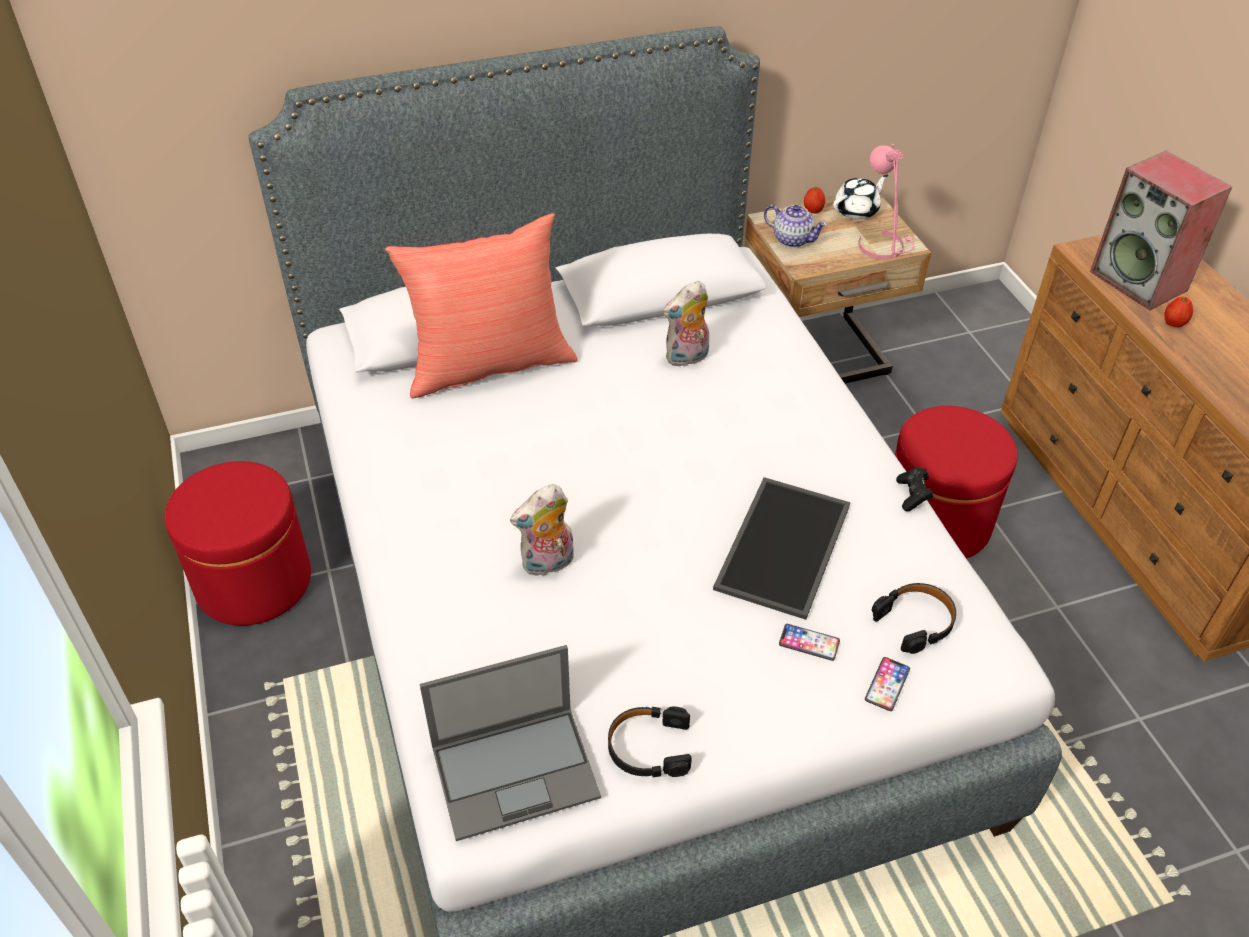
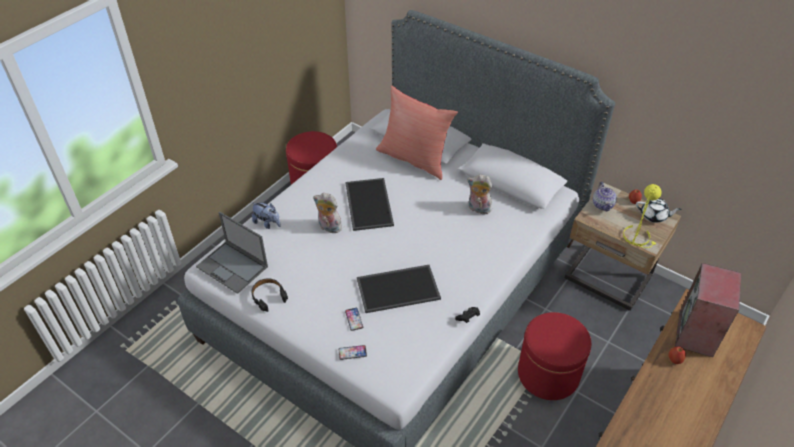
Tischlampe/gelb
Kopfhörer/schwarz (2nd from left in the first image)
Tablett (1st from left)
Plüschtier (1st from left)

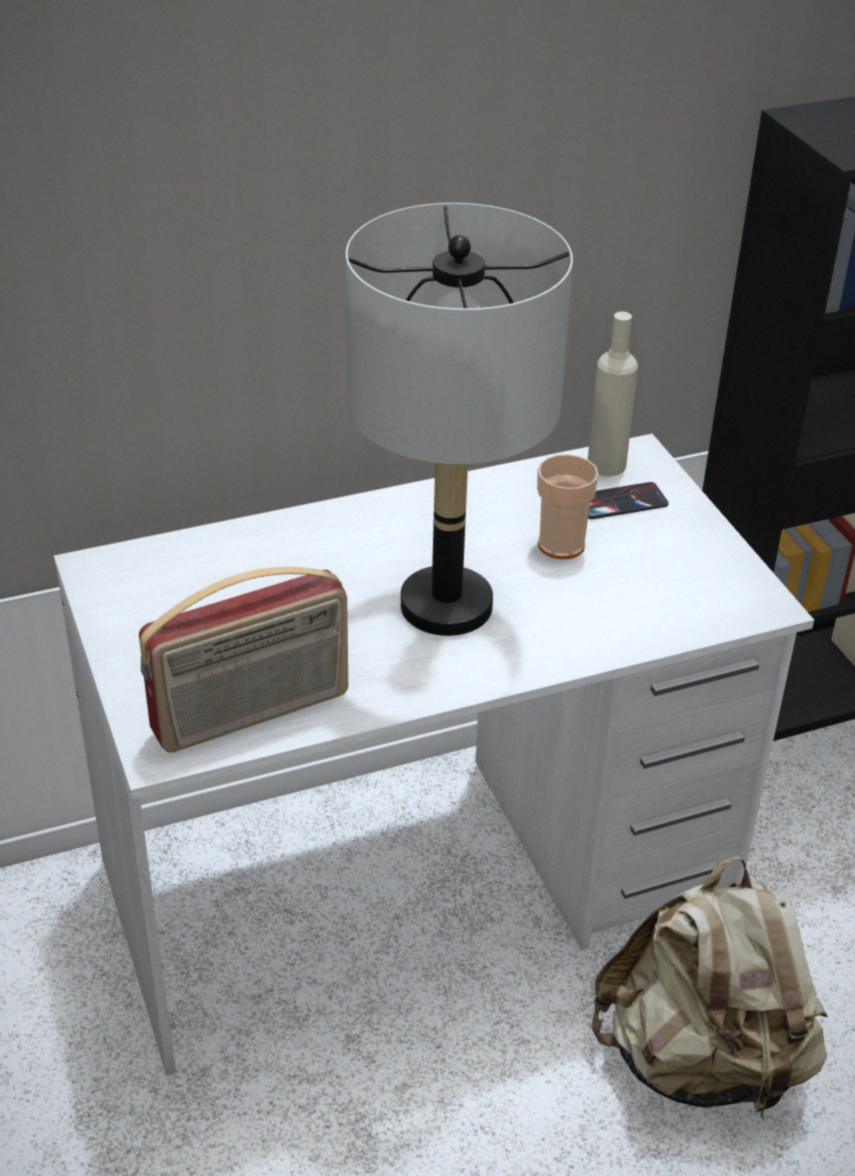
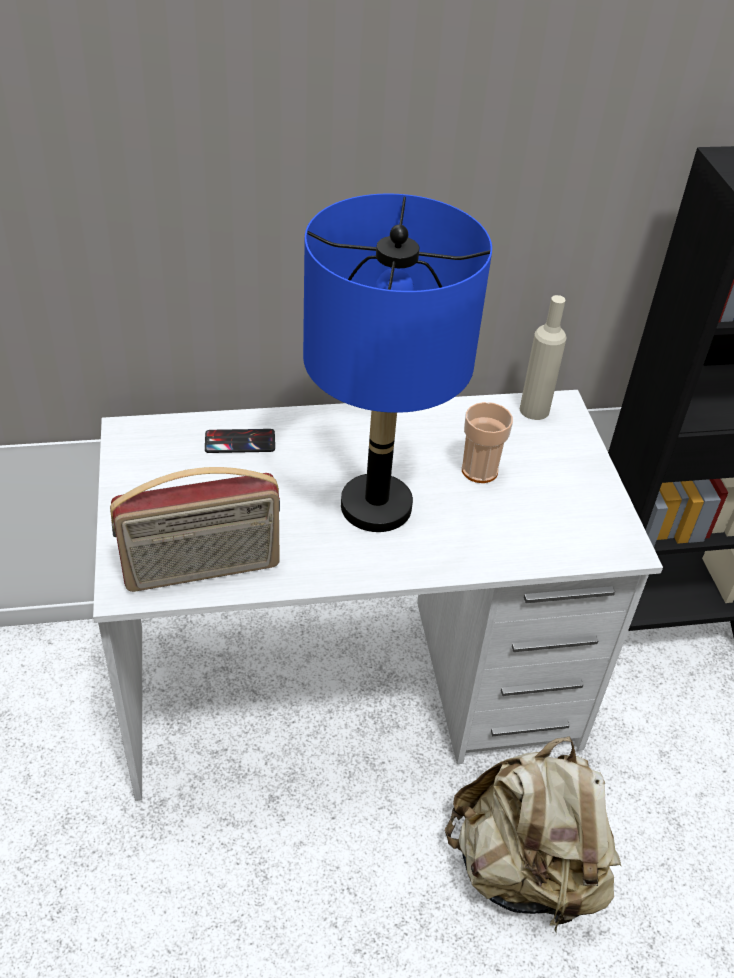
Tischlampe/blau
Handy

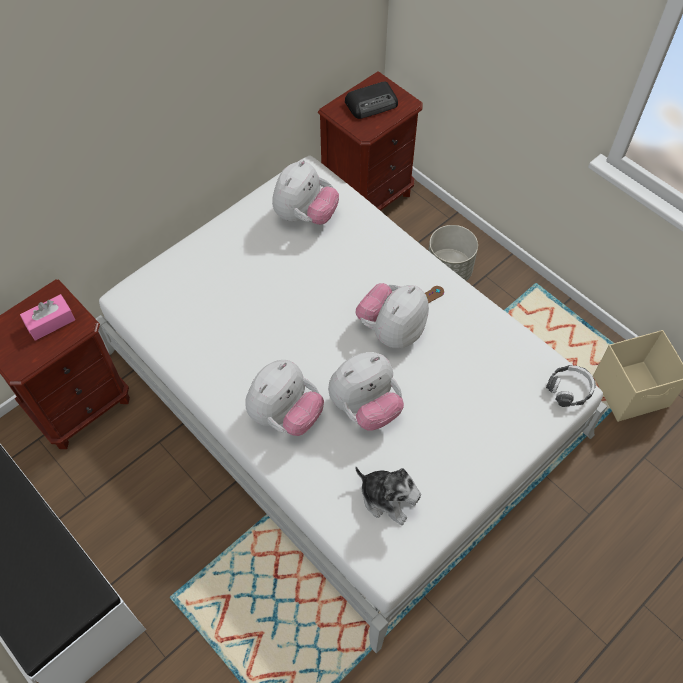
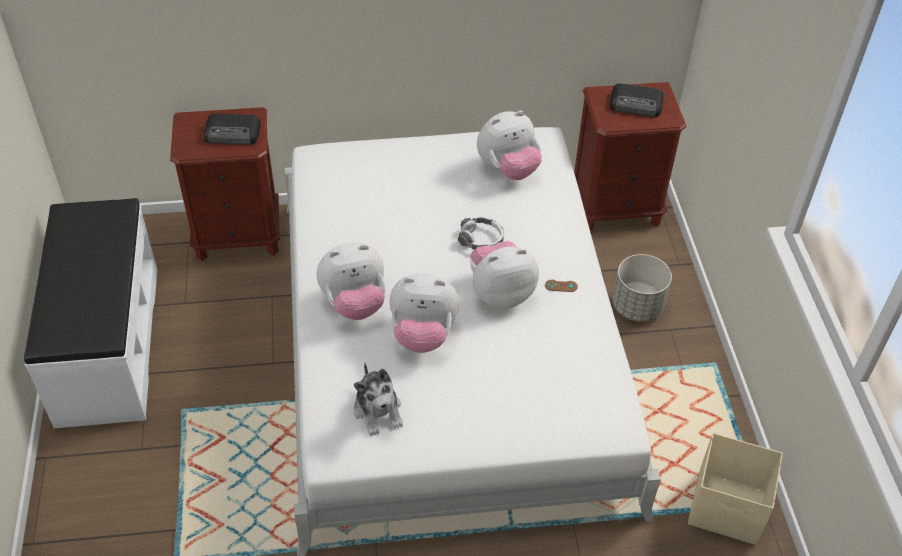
Radio (1st from left)
Kopfhörer

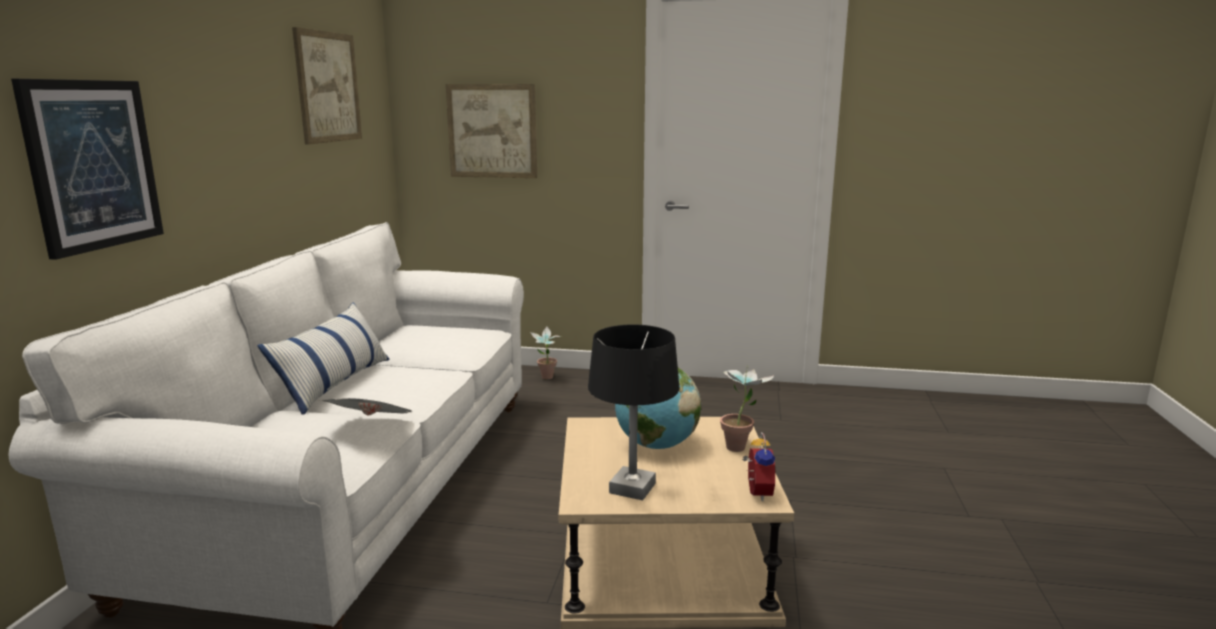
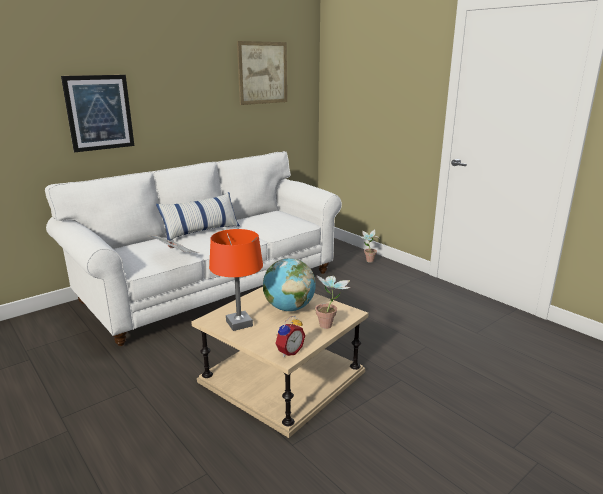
Bild (3rd from left in the first image)
Tischlampe/orange

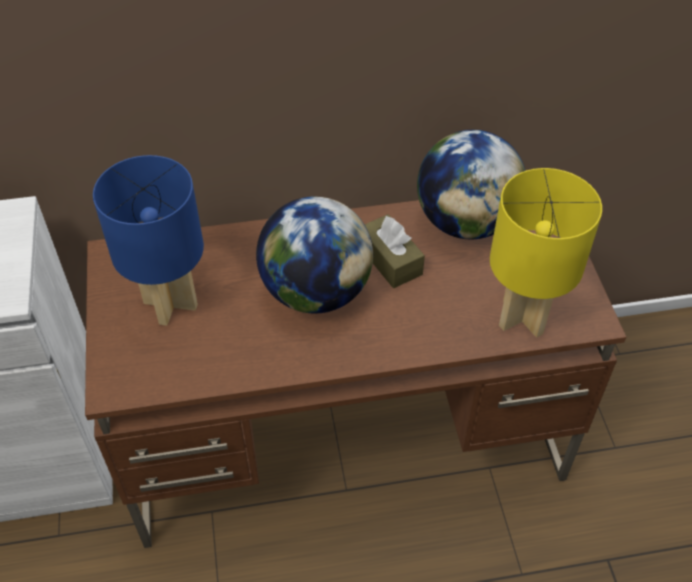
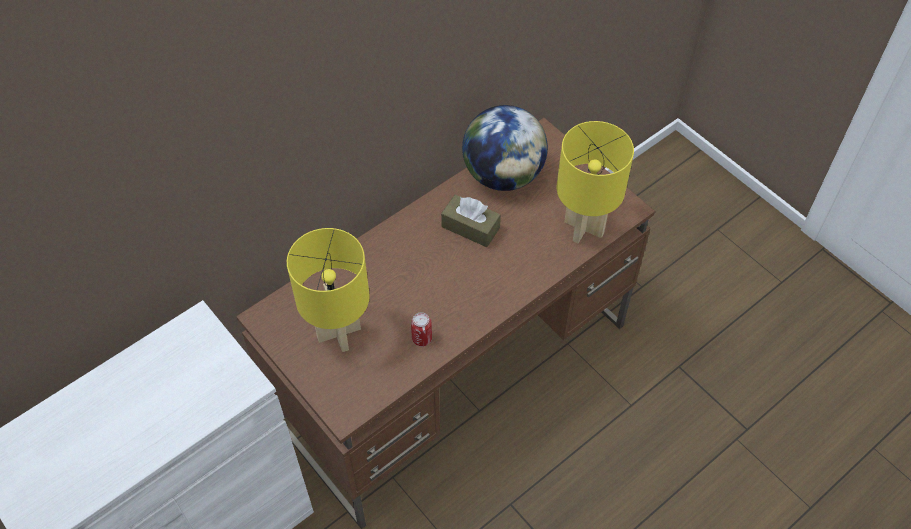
Tischlampe/gelb (1st from left)
Globus (1st from left in the first image)
Dose

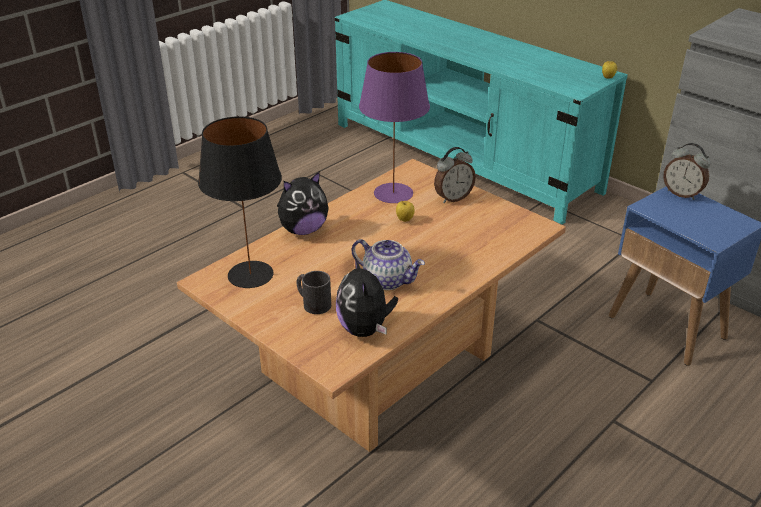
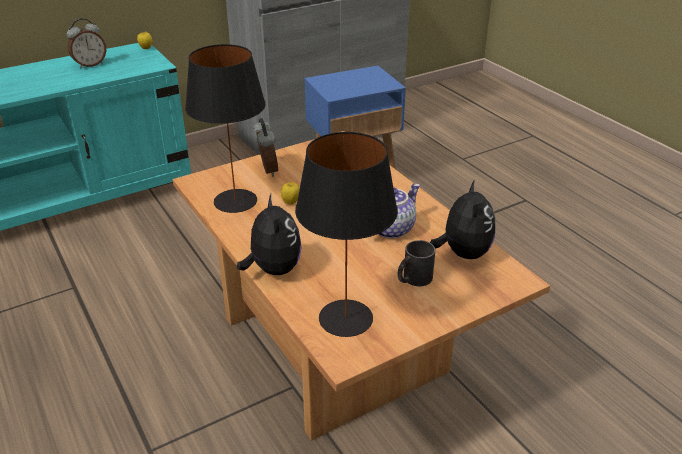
Tischlampe/schwarz (1st from left)
Wecker (1st from left)
Plüschtier (2nd from left)

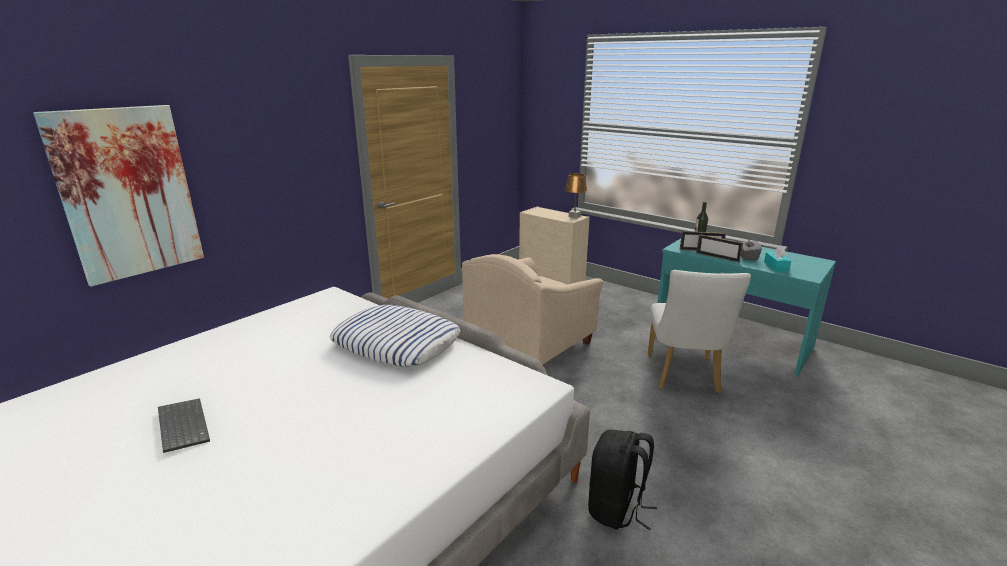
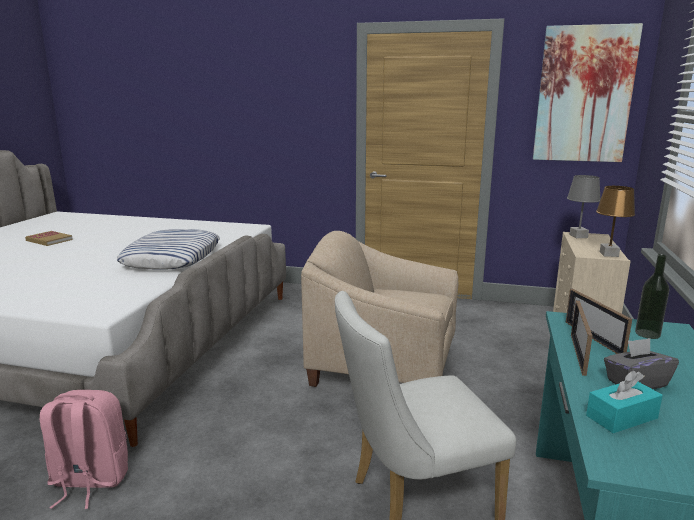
Bild
Buch
Rucksack/rosa
Tischlampe/grau

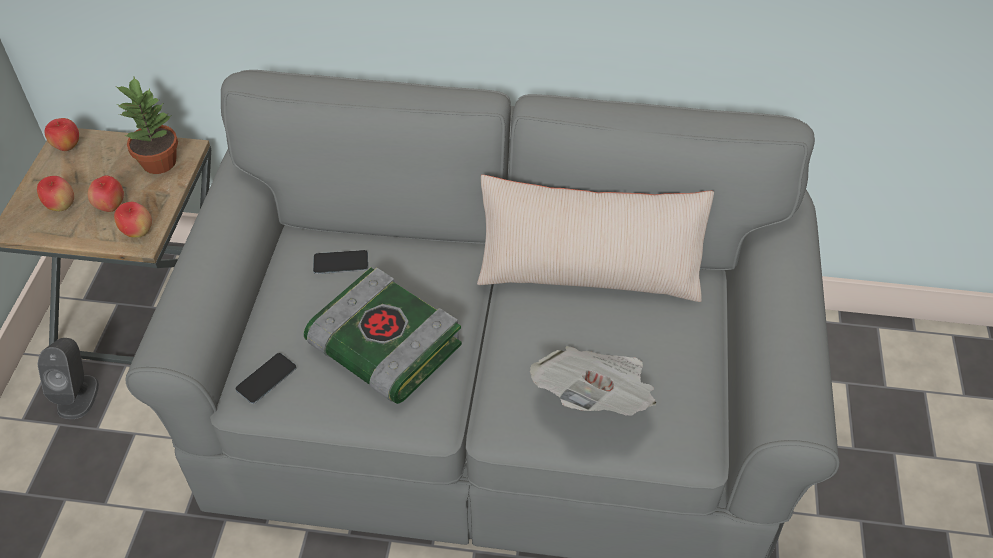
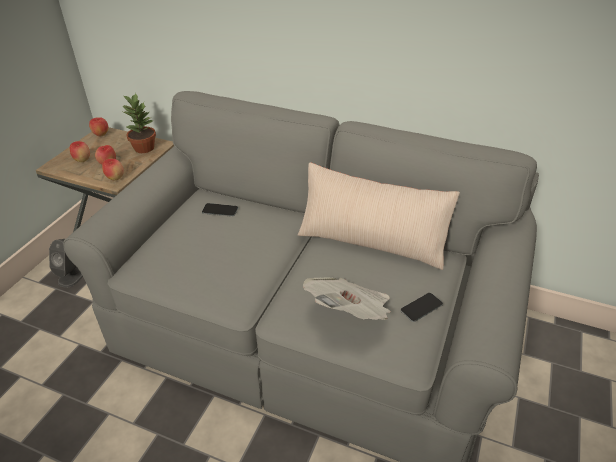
Buch
Handy (2nd from left)

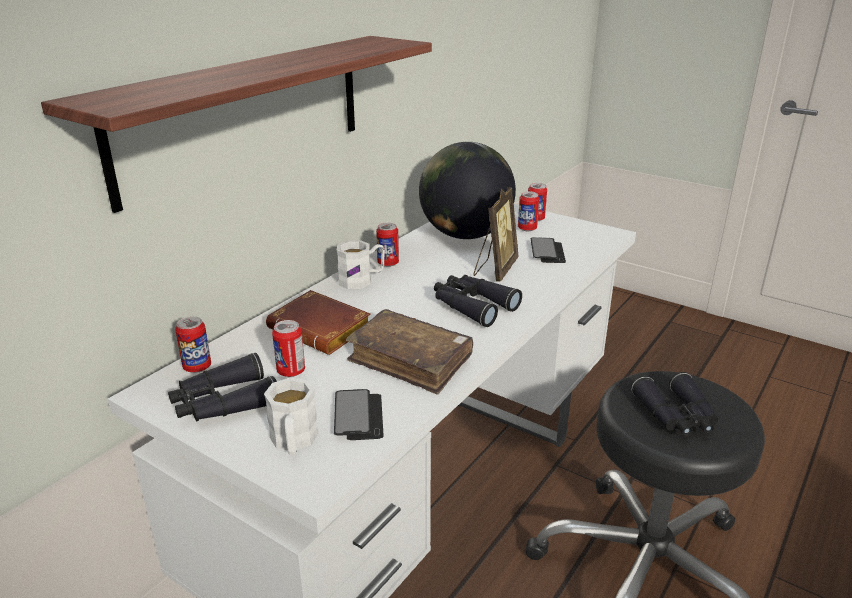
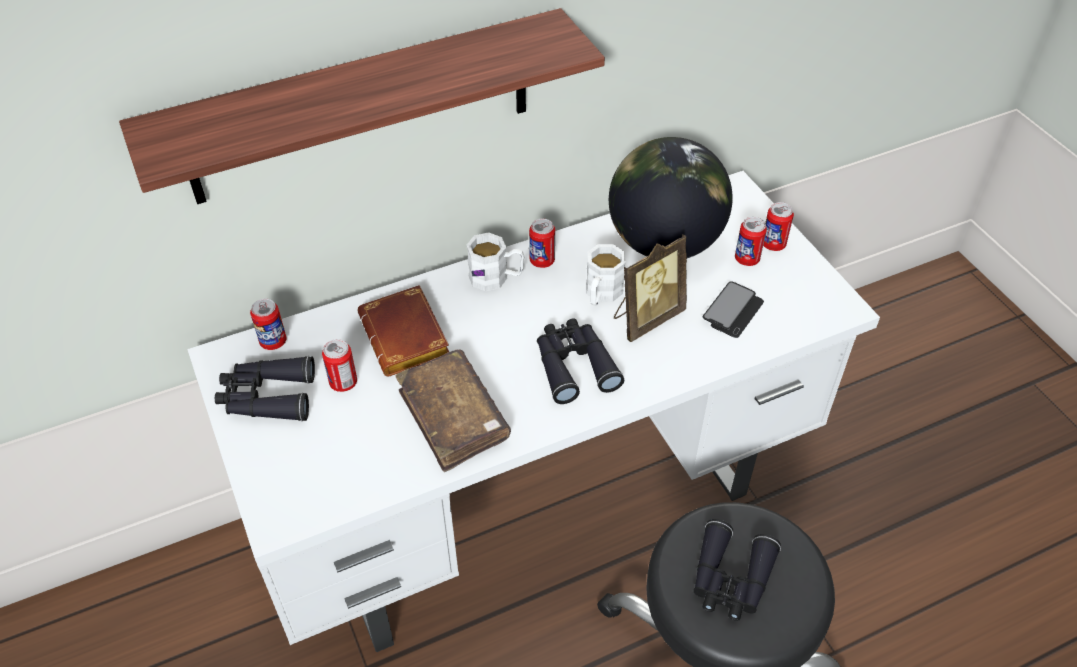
Henkelbecher/weiß (2nd from left)
Handy (1st from left in the first image)

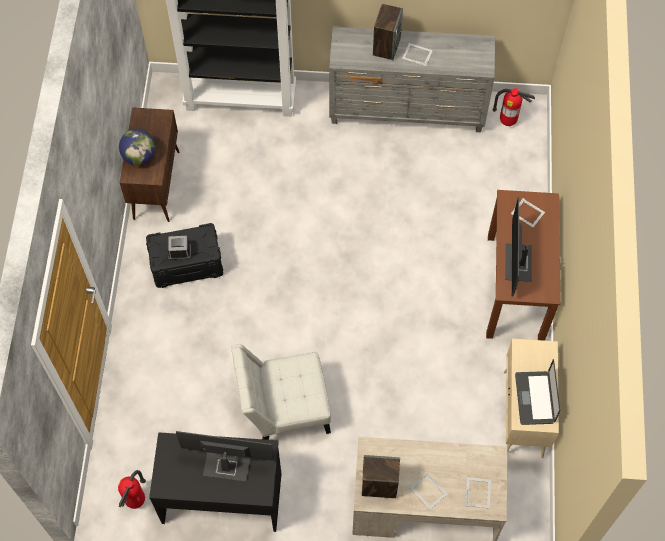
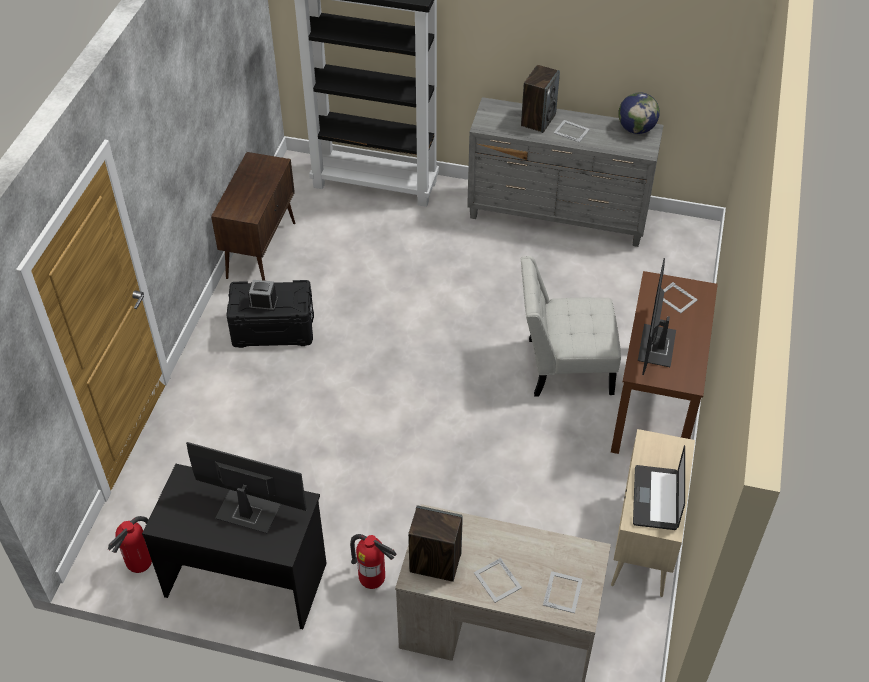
Feuerlöscher (2nd from left)
Globus
Stuhl/weiß

